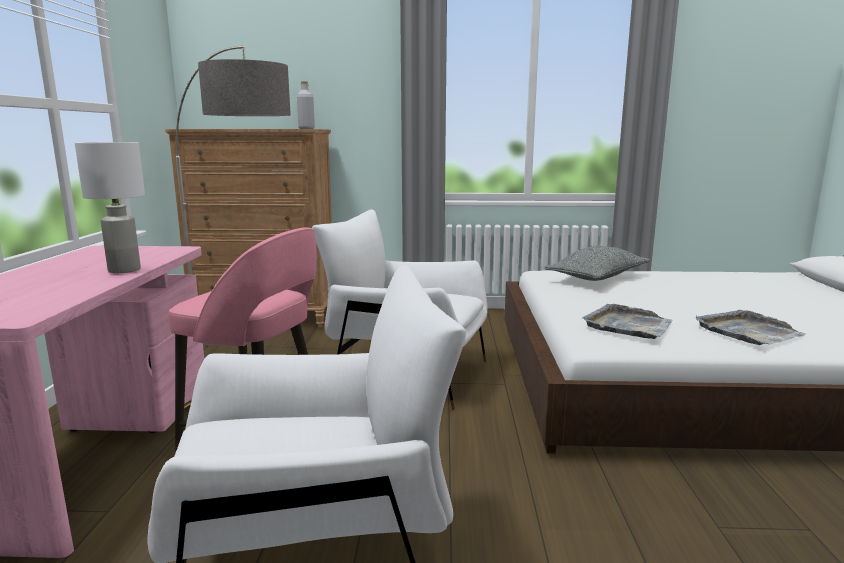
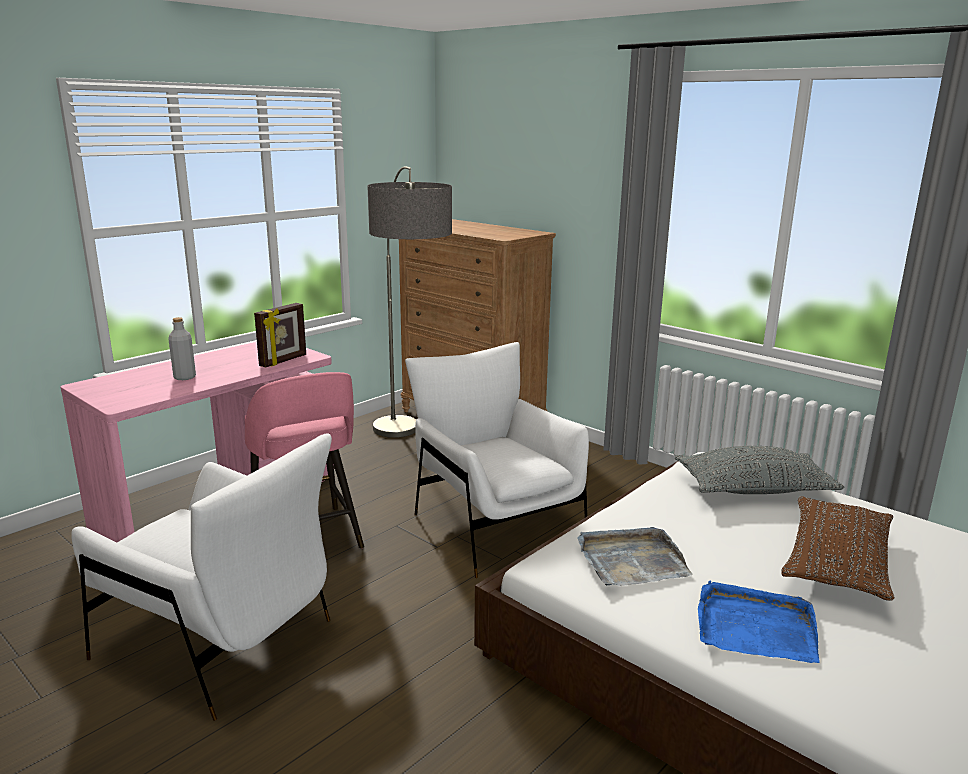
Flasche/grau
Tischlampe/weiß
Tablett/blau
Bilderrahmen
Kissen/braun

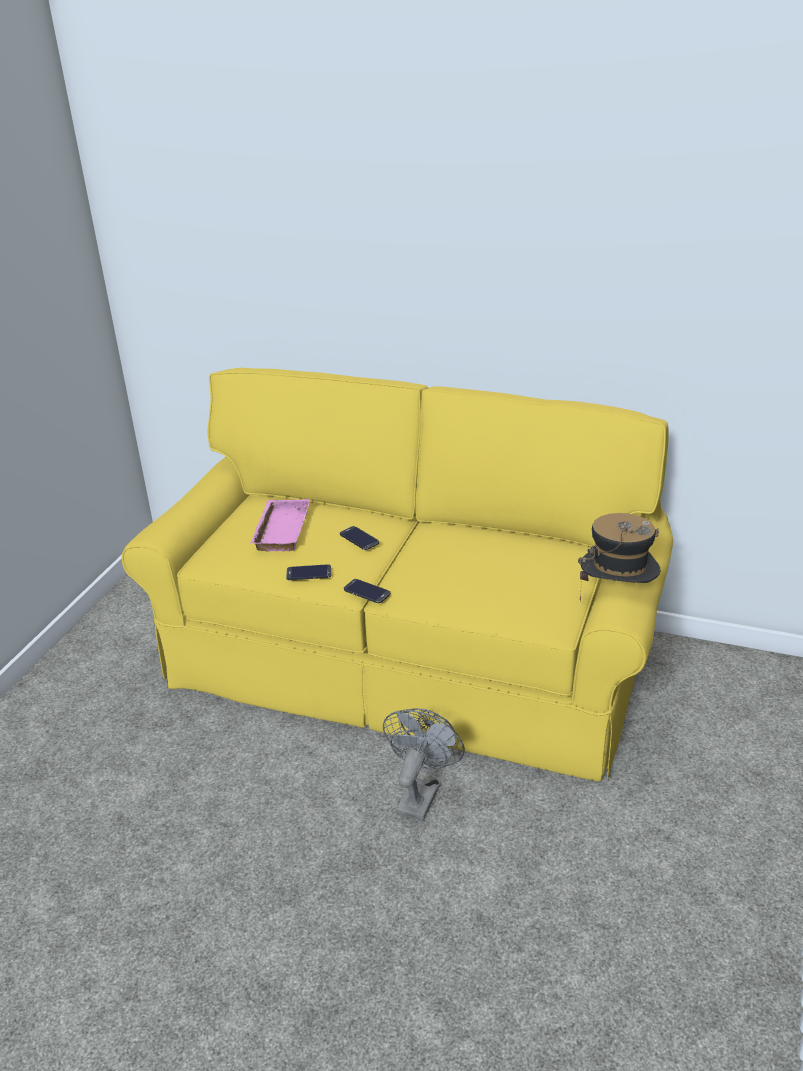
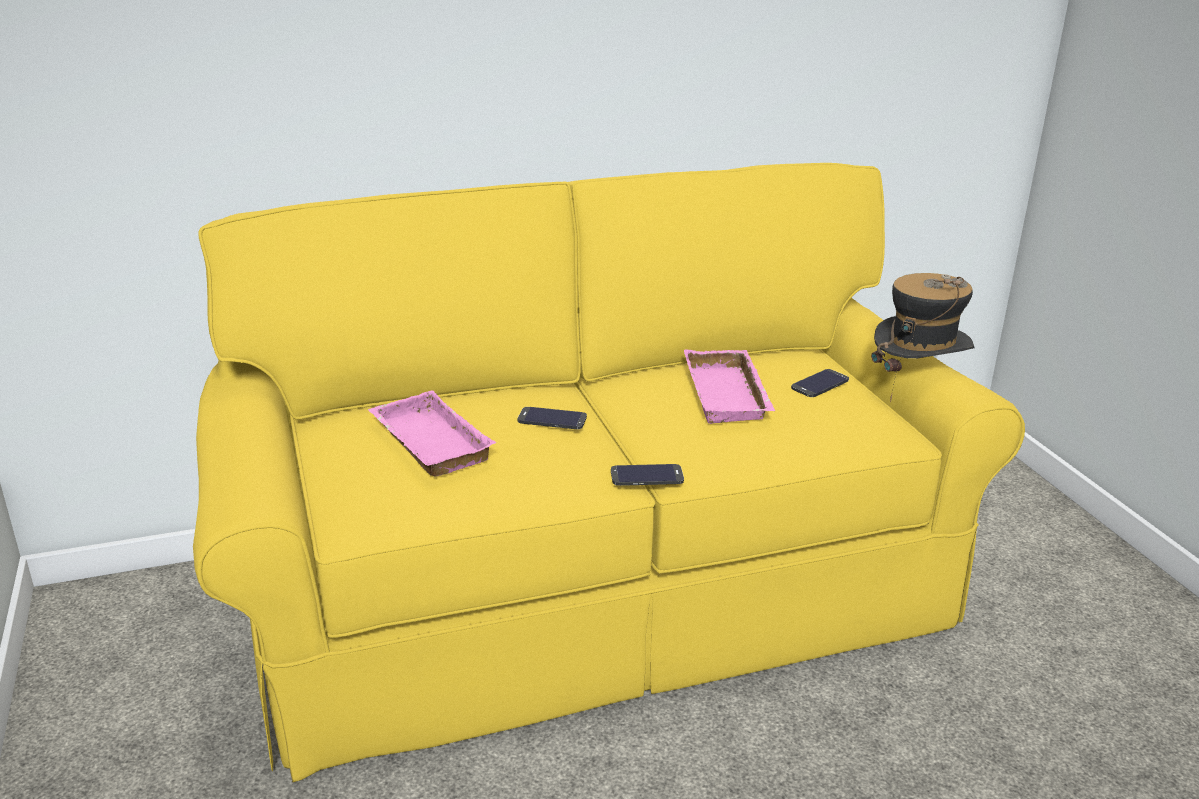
Handy (3rd from left)
Ventilator/grau
Tablett/rosa (2nd from left)

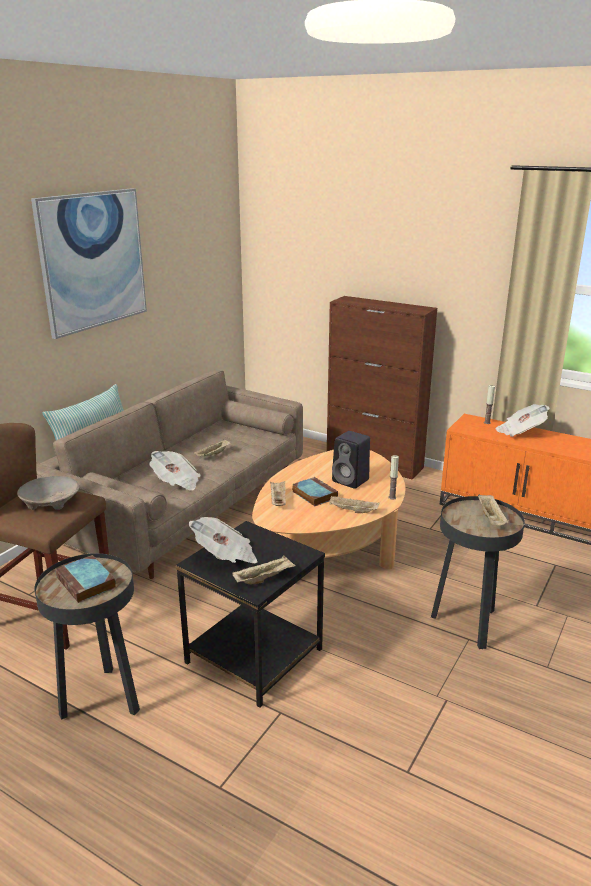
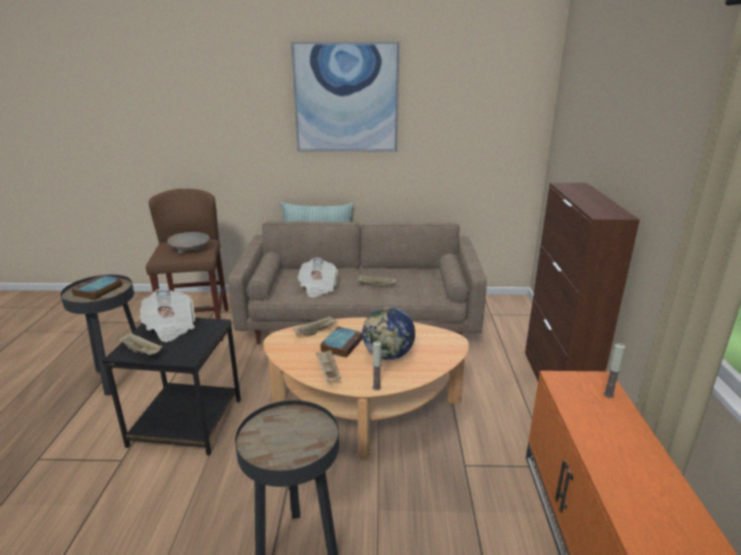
Zeitung (3rd from left in the first image)
Globus
Tablett/beige (5th from left in the first image)

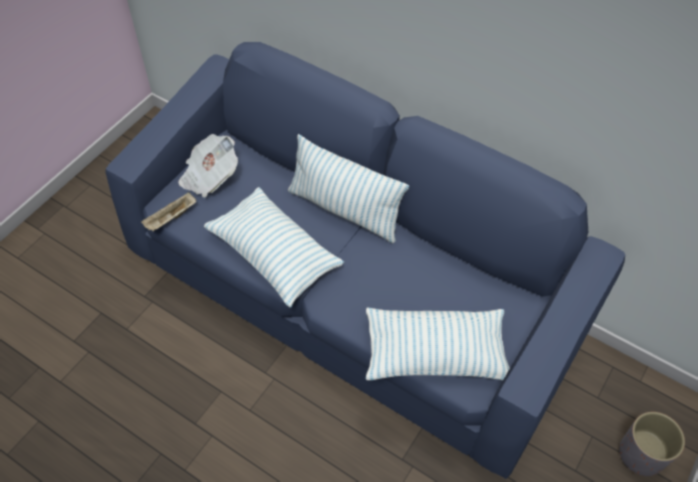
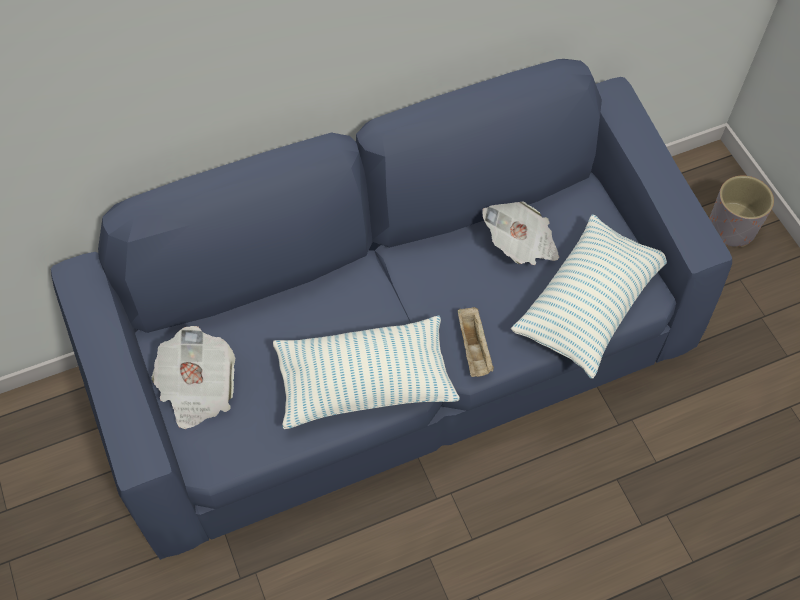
Kissen (2nd from left in the first image)
Tablett/beige
Zeitung (2nd from left)

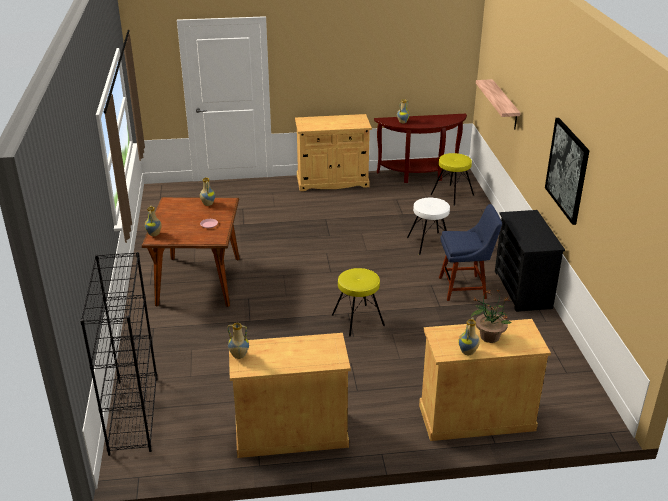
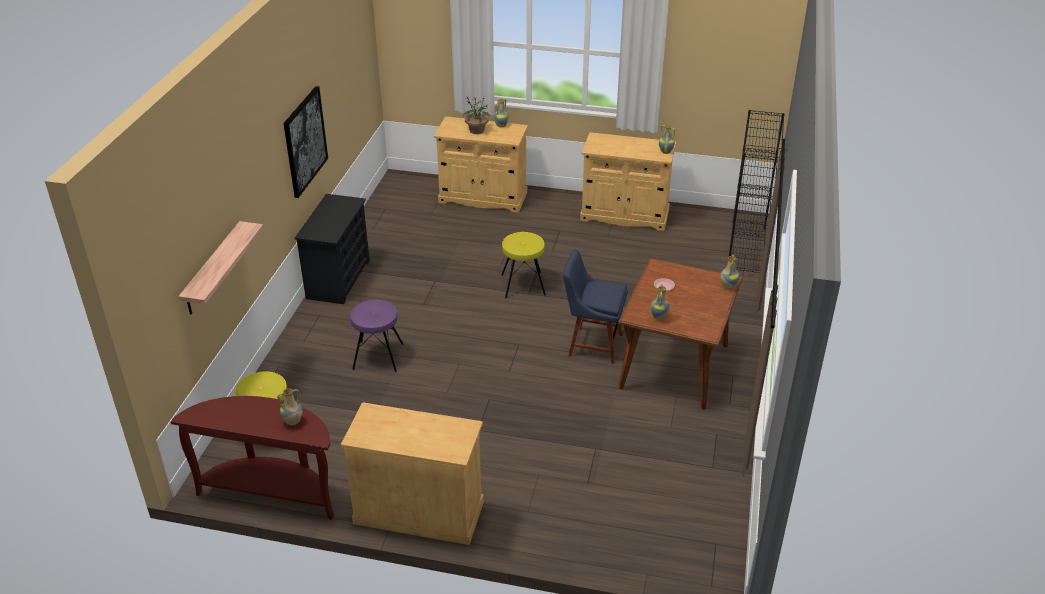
Hocker/lila
Stuhl/blau

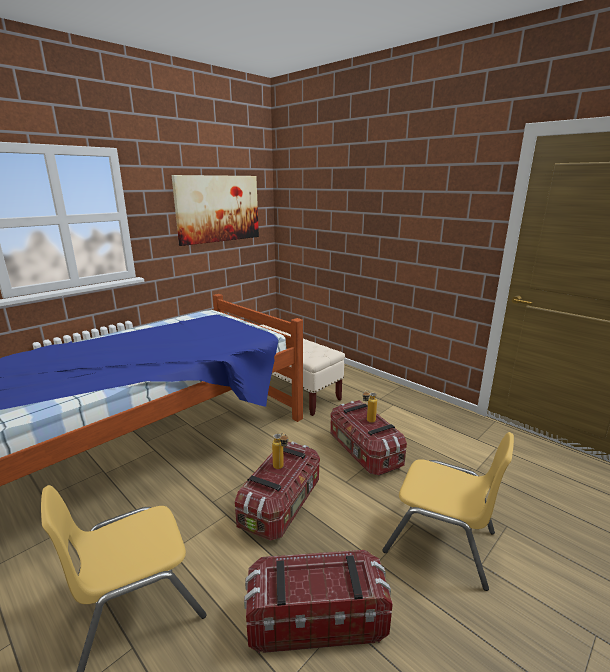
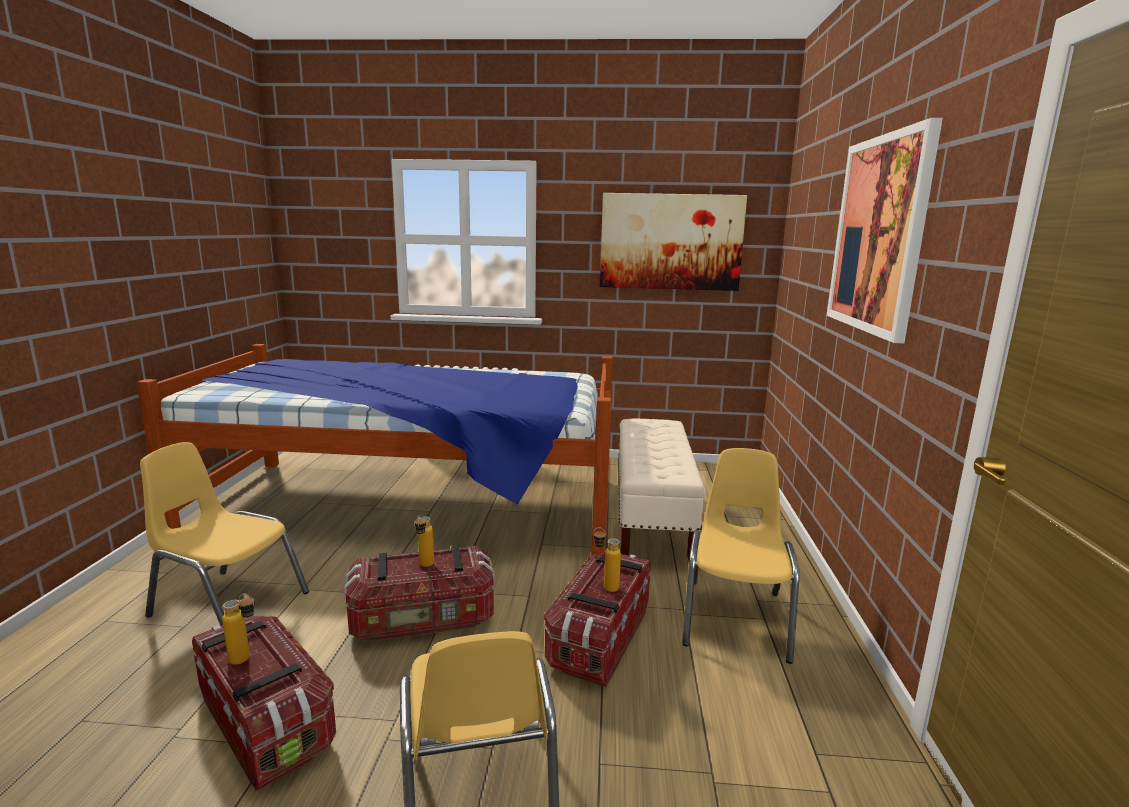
Bild (2nd from left)
Stuhl/gelb (3rd from left)
Flasche (1st from left)

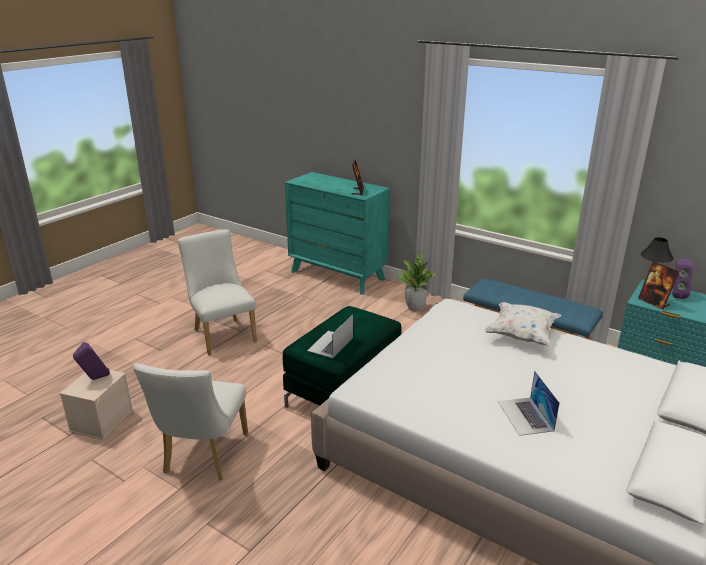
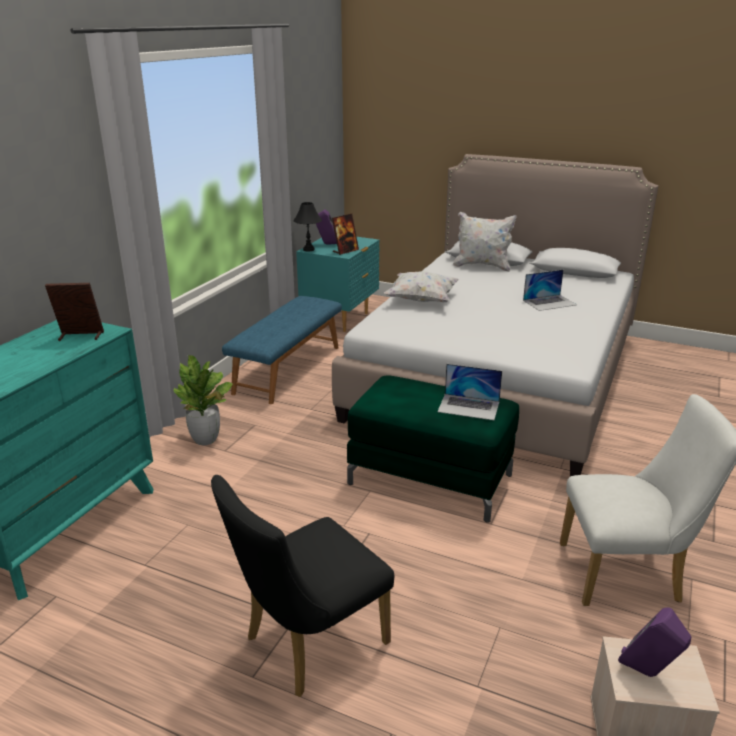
Stuhl/schwarz
Kissen/weiß (2nd from left)

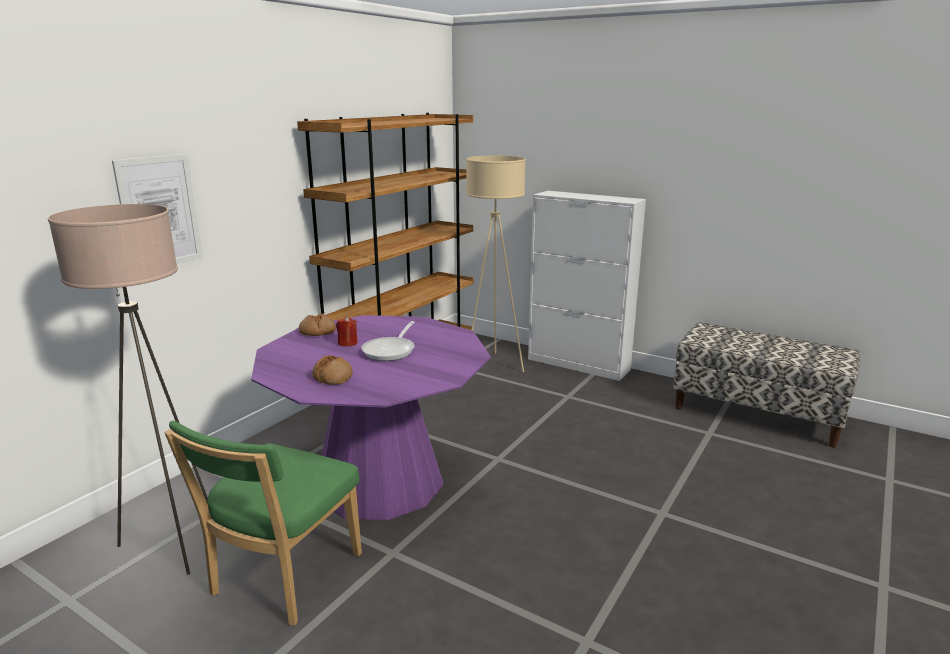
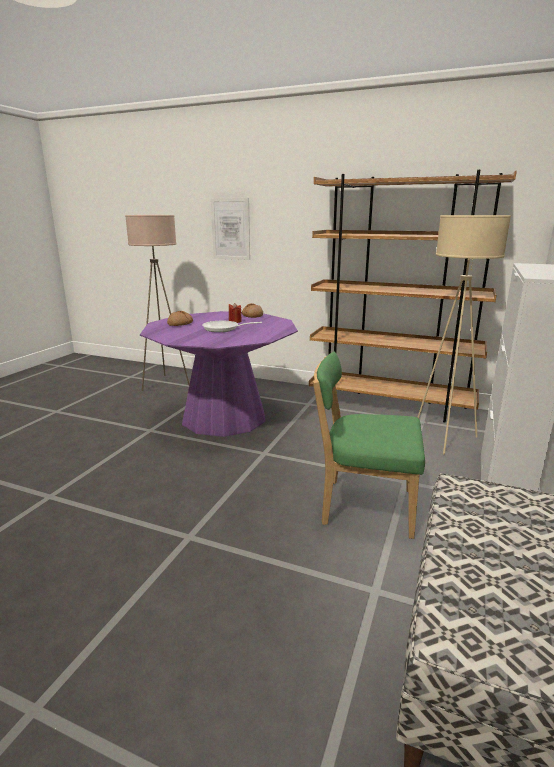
Stuhl/grün

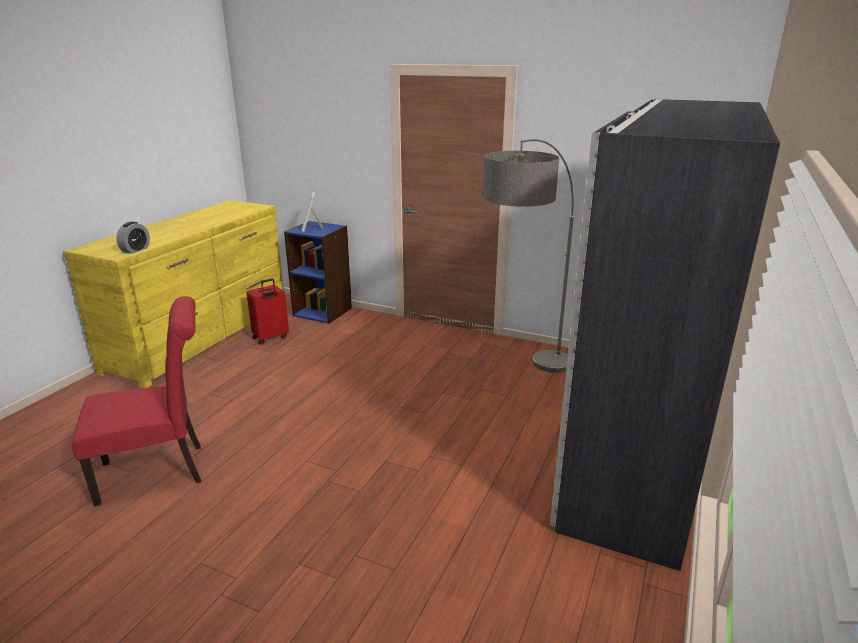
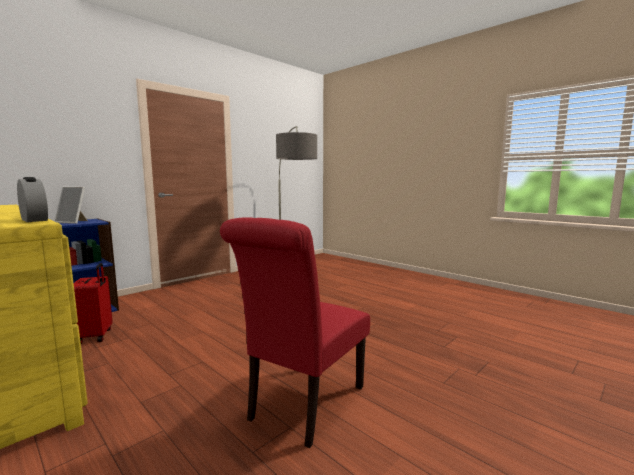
Kleiderschrank/grau
Stuhl/rot

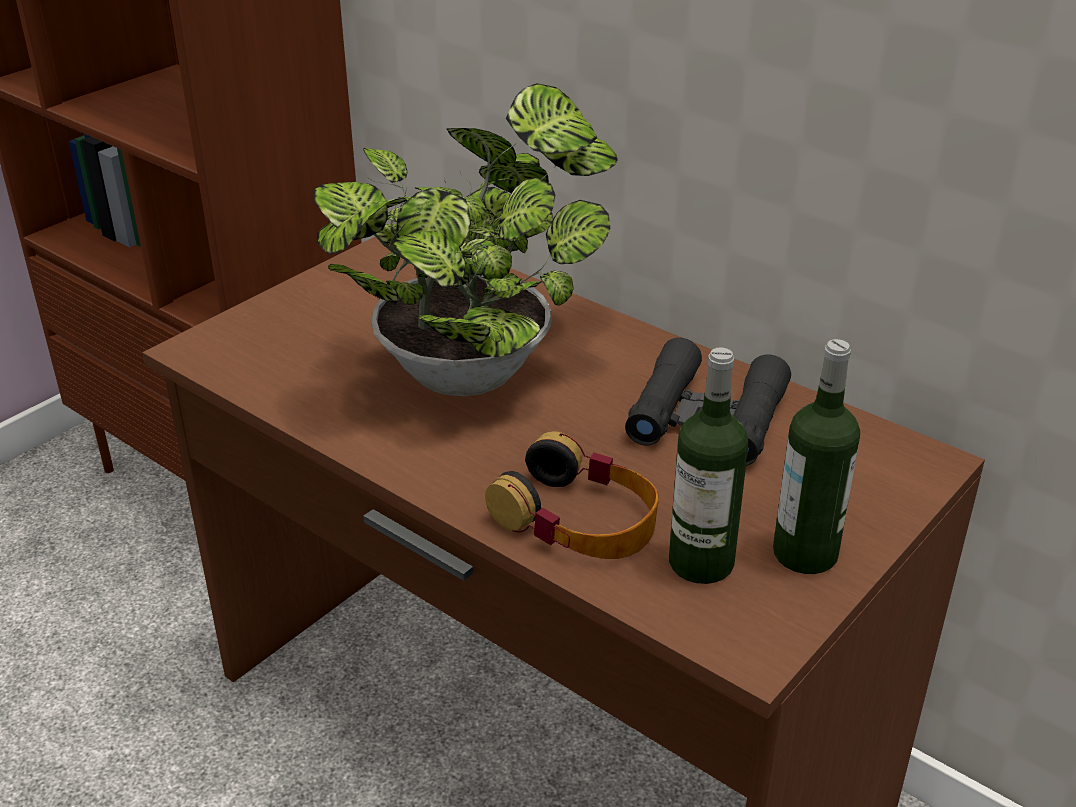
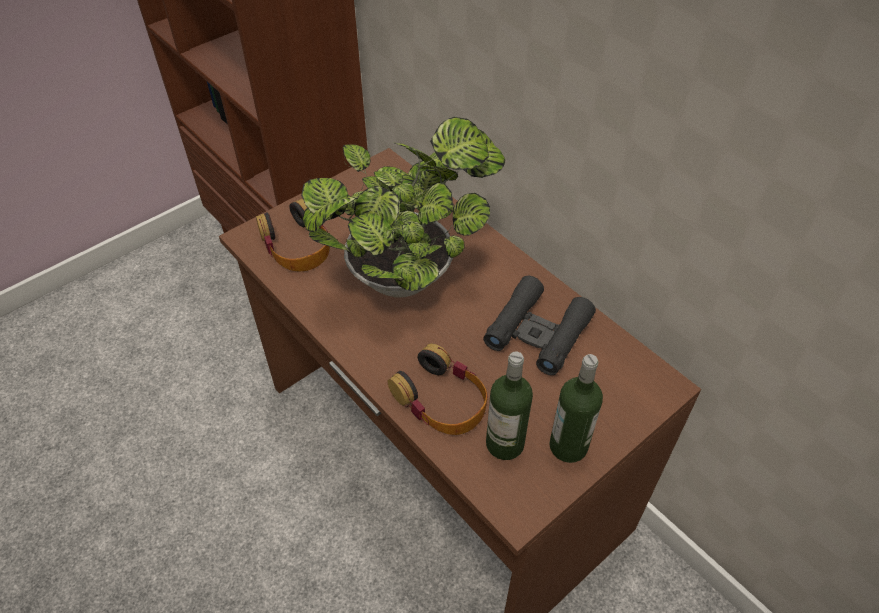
Kopfhörer (1st from left)

